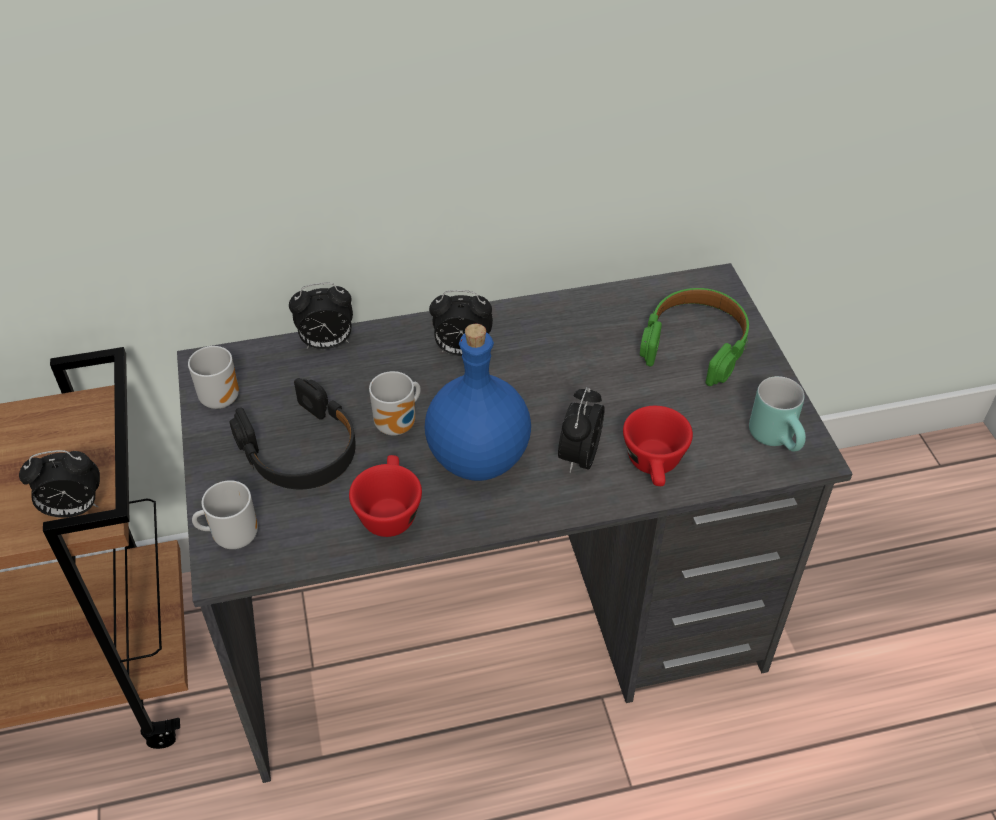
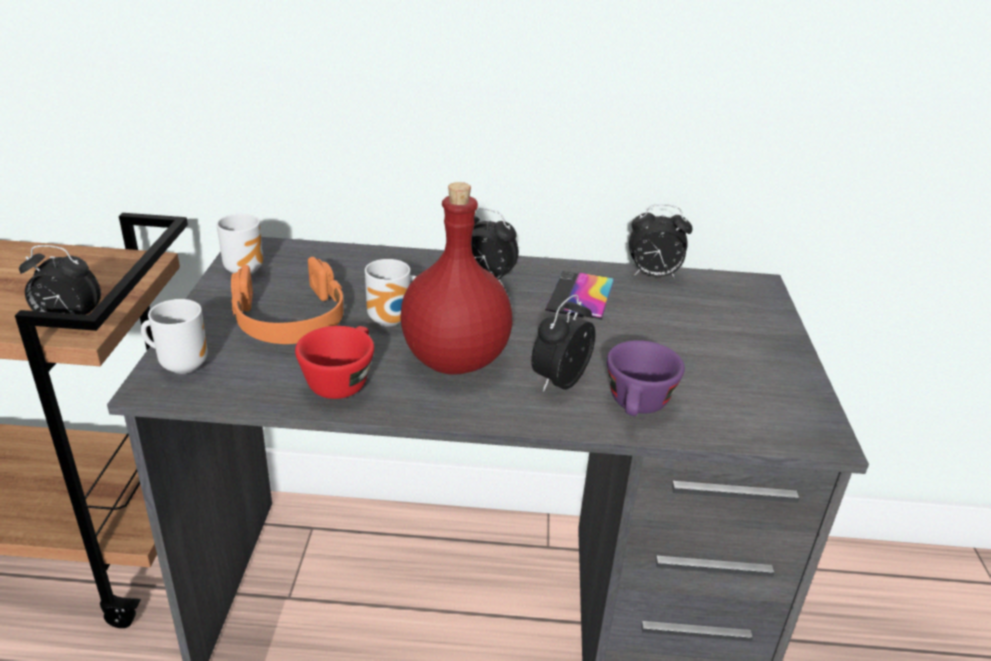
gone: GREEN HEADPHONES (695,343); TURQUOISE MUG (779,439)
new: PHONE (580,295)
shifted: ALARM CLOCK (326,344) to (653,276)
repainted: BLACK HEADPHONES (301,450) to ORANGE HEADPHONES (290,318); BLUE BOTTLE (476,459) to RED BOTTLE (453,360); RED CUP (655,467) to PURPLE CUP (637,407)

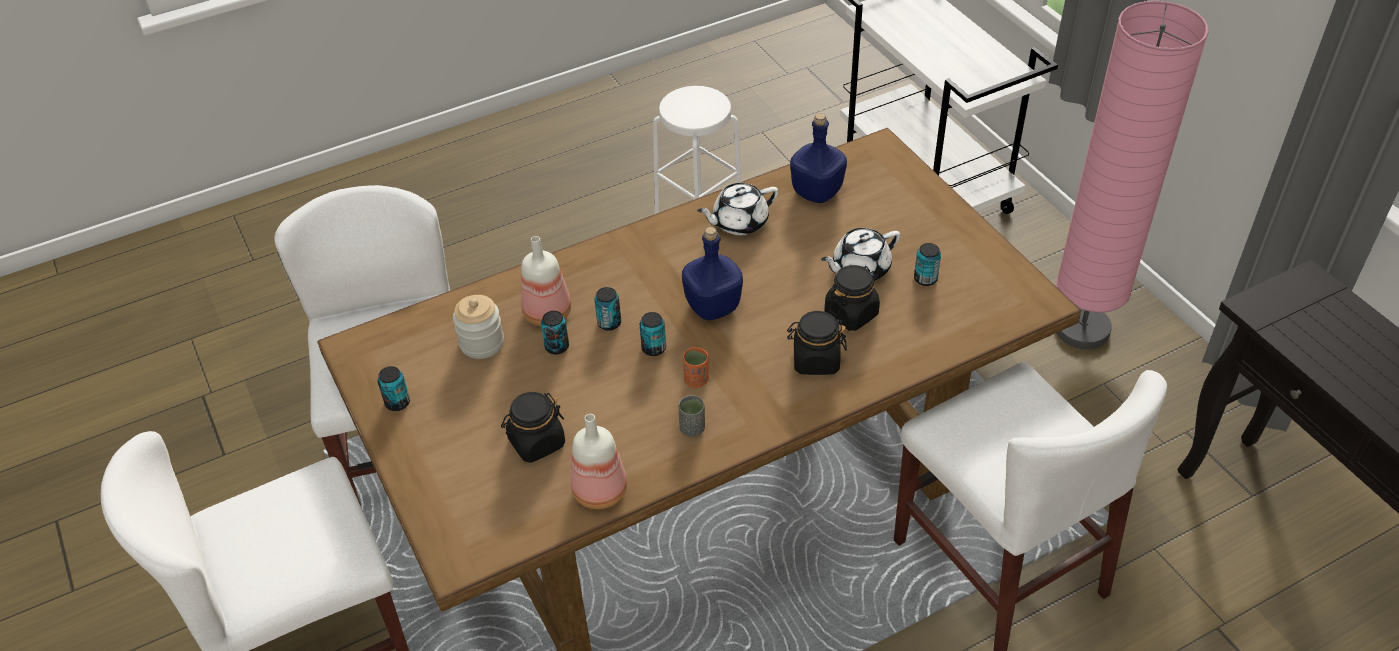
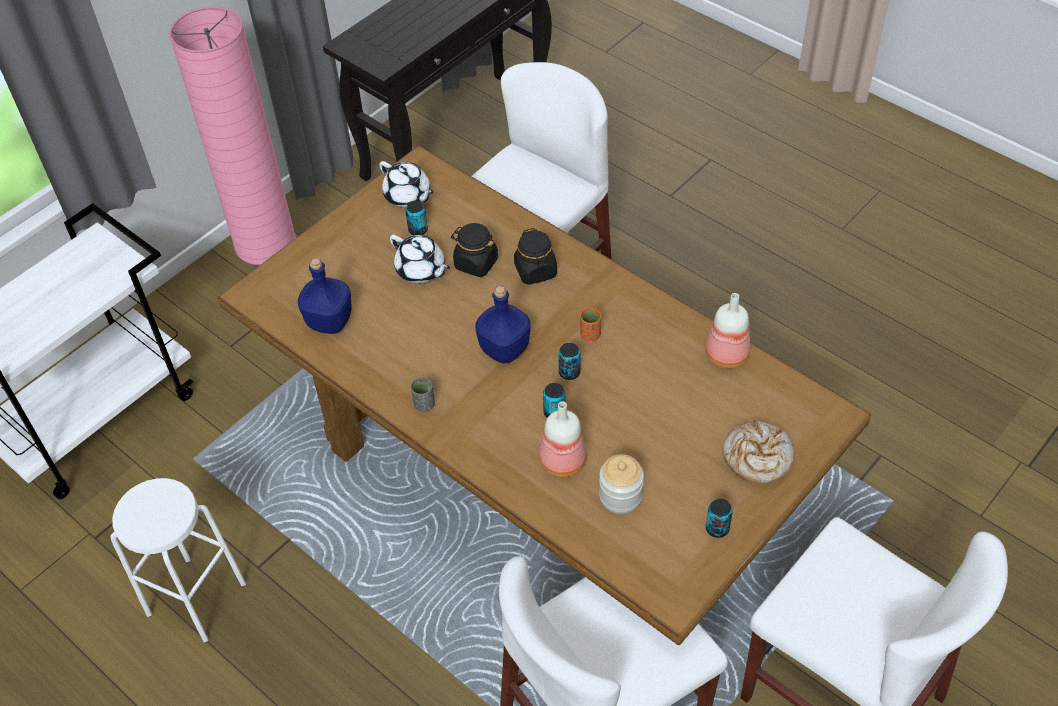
gone: BLACK JAR (536,442); CAN (557,347)
new: BREAD (756,458)
shifted: GREY CUP (692,428) to (424,404); WHITE TEAPOT (739,222) to (408,196)

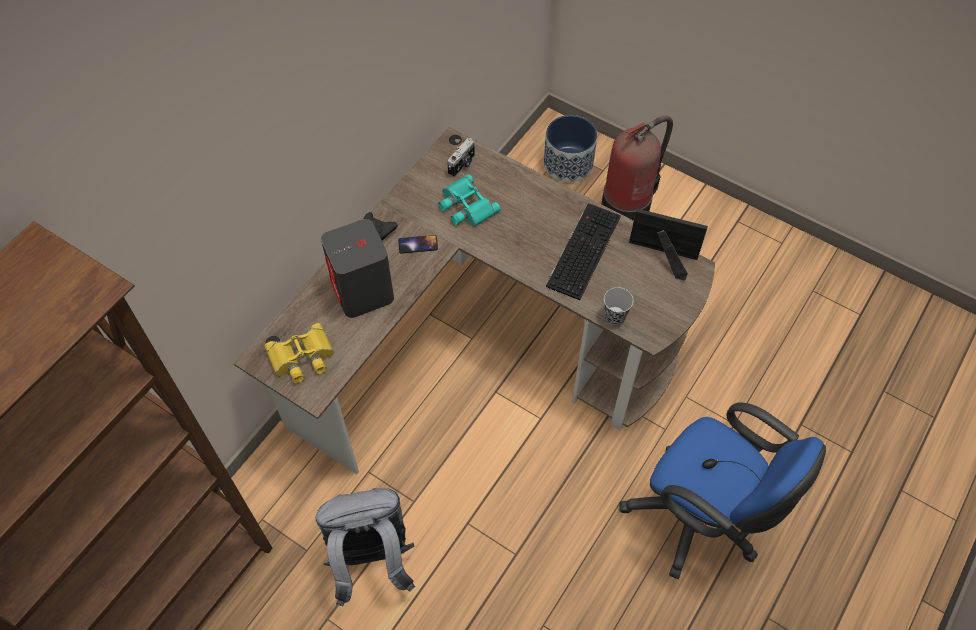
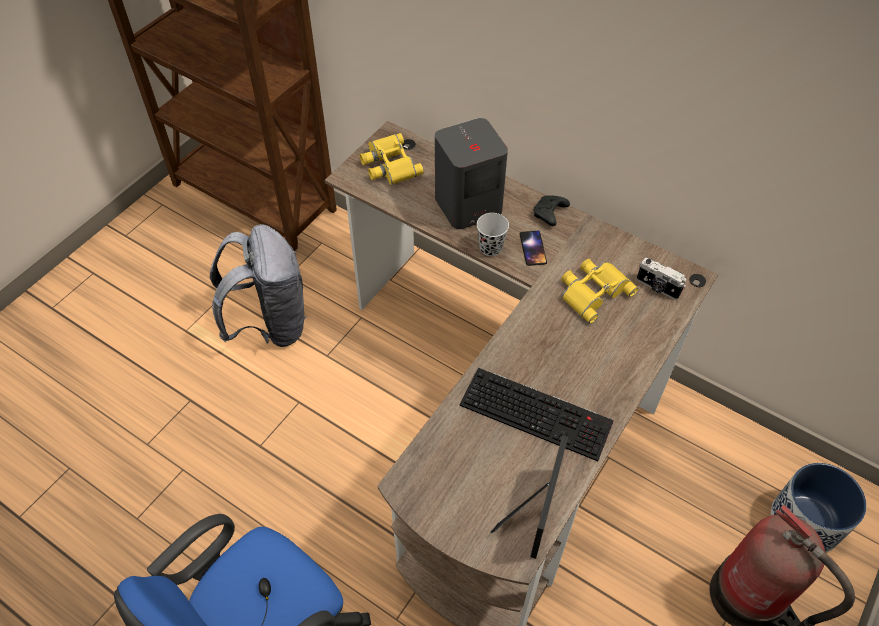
shifted: BLACK CUP (614,316) to (490,248)
repainted: TURQUOISE BINOCULARS (465,206) to YELLOW BINOCULARS (593,291)

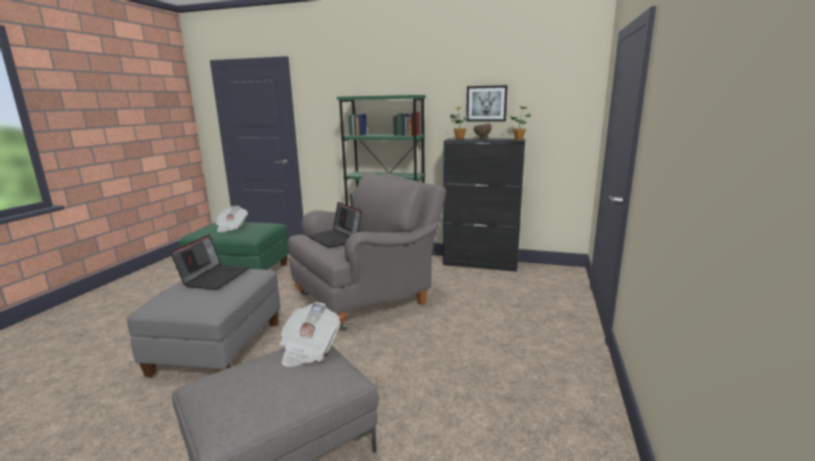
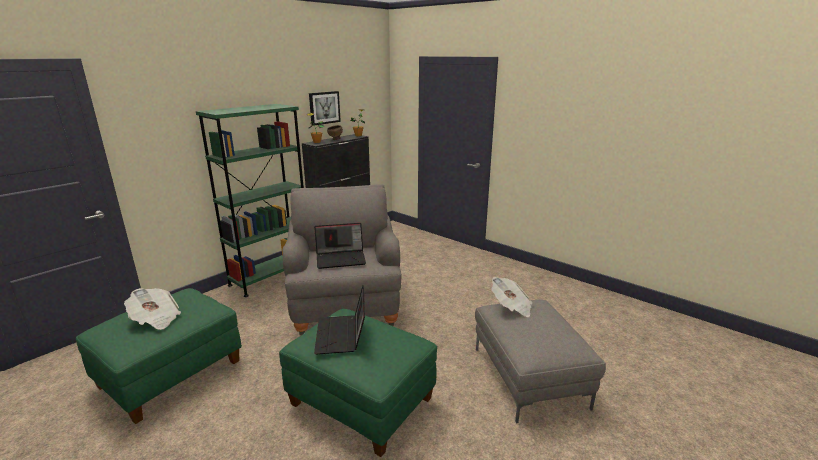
repainted: GREY OTTOMAN (218,348) to GREEN OTTOMAN (361,402)
rotated: LAPTOP (215,277) = (342,335) 135 degrees counterclockwise

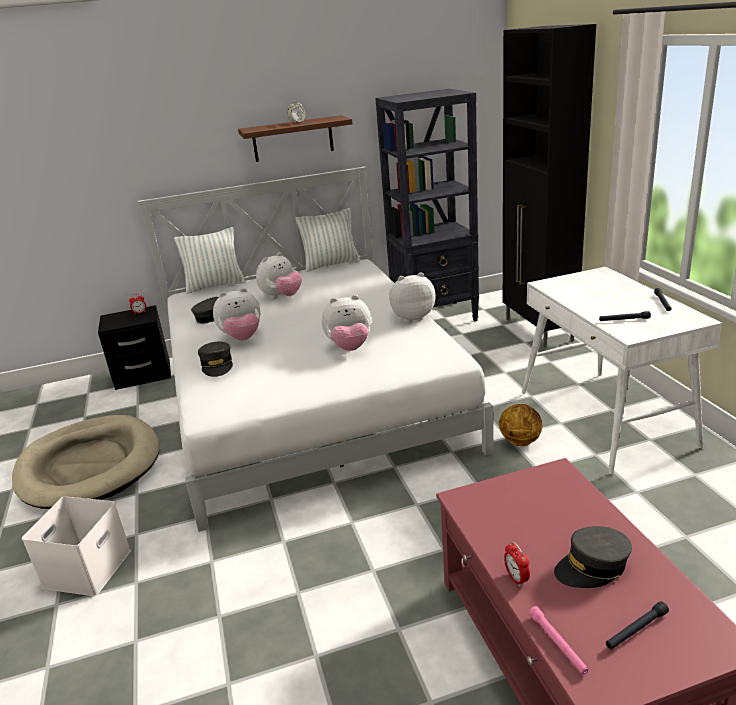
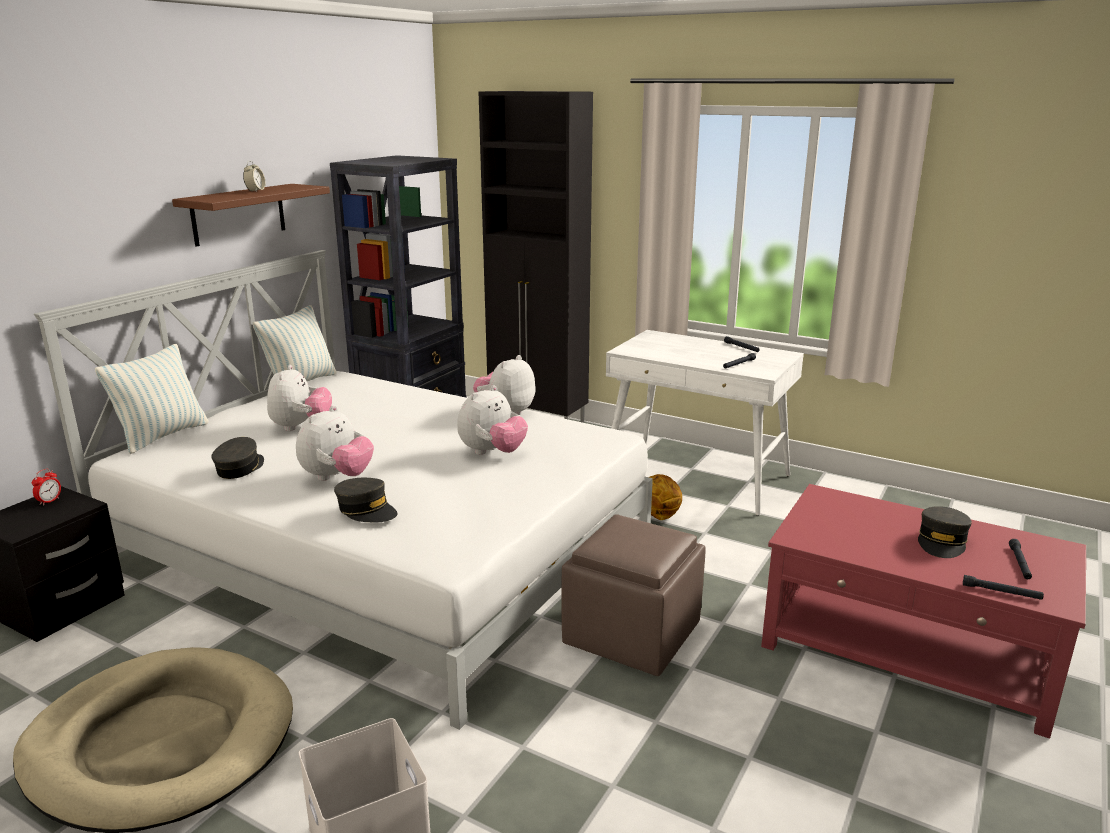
gone: ALARM CLOCK (516,578)
new: BROWN OTTOMAN (631,633)
repainted: PINK FLASHLIGHT (557,644) to BLACK FLASHLIGHT (1001,592)

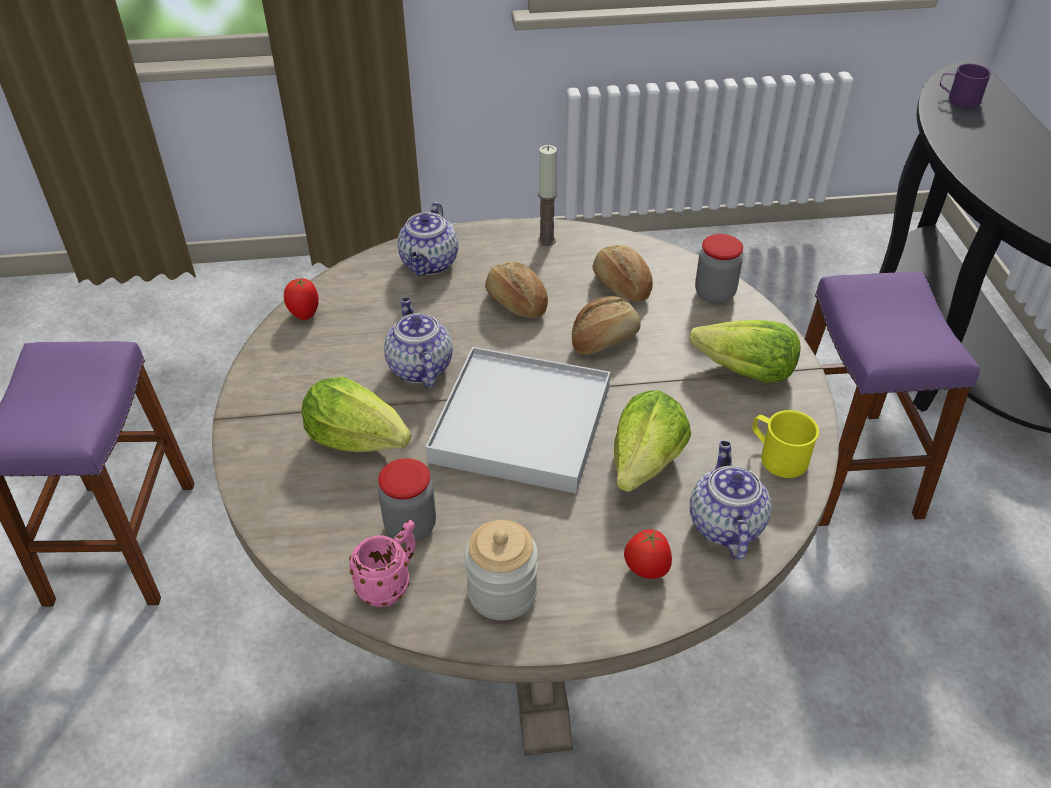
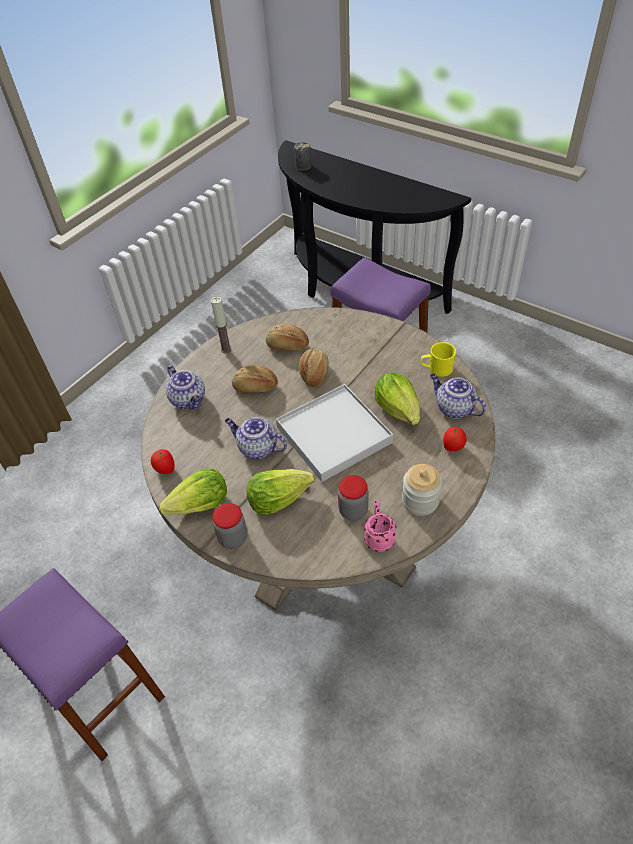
shifted: LETTUCE (744,371) to (200,506); JAR (714,294) to (233,538)
swapped: PURPLE MUG (958,99) to CAN (303,166)

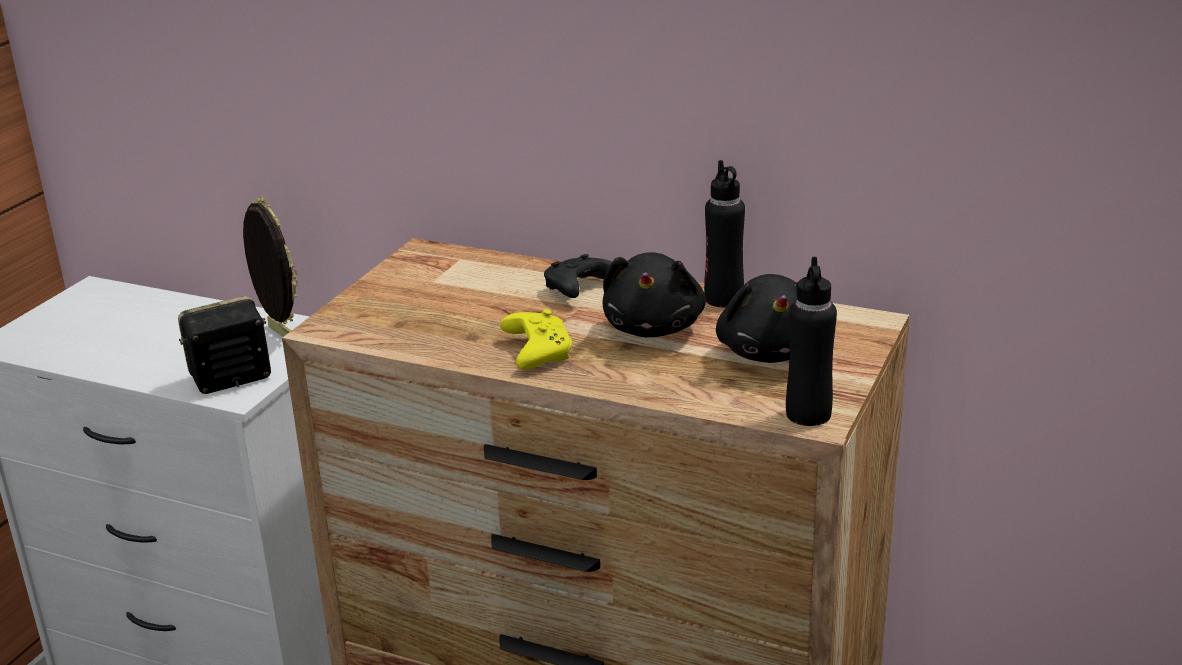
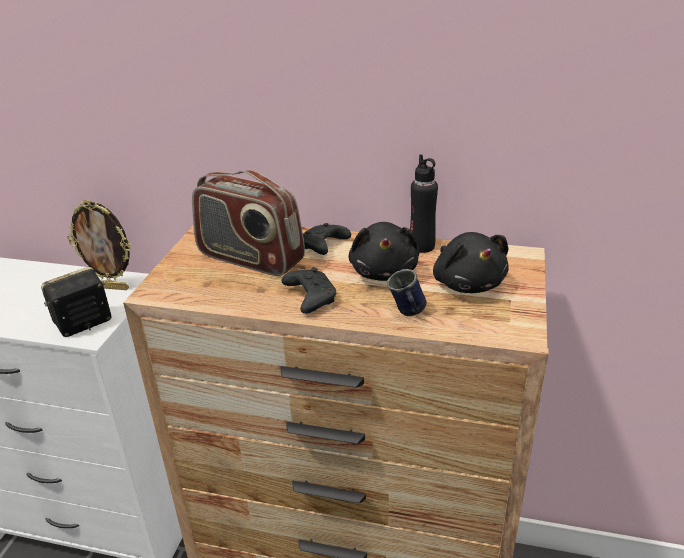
gone: BLACK BOTTLE (808,414)
new: RADIO (250,258); BLUE MUG (408,314)
repainted: YELLOW GAME CONTROLLER (536,351) to BLACK GAME CONTROLLER (309,297)
rotated: PICTURE FRAME (279,335) = (112,287) 150 degrees clockwise

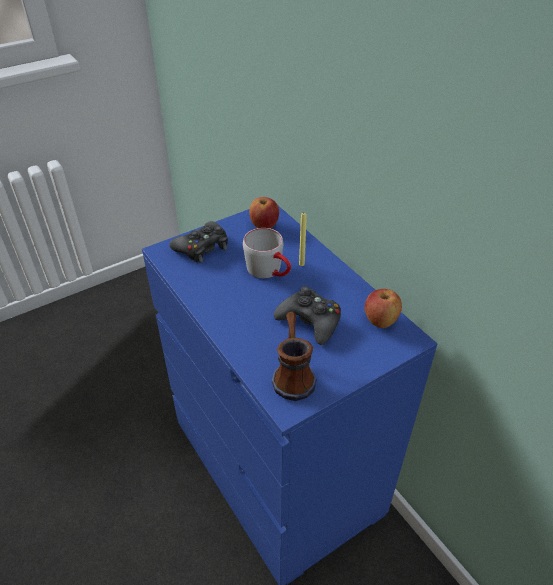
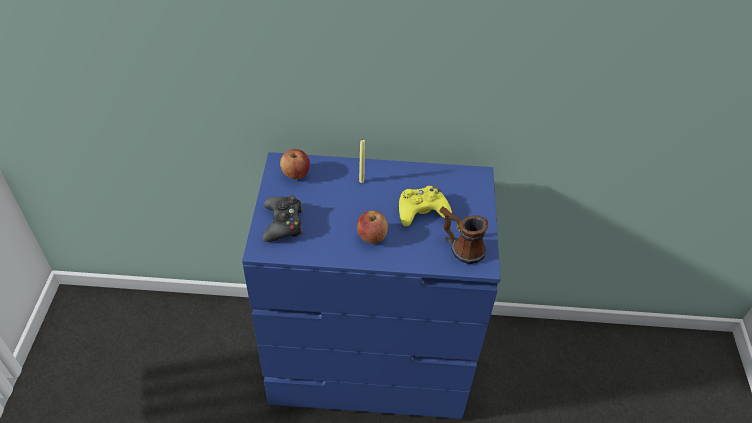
gone: GREY MUG (270,271)
shifted: APPLE (380,321) to (371,237)
repainted: BLACK GAME CONTROLLER (310,321) to YELLOW GAME CONTROLLER (422,211)

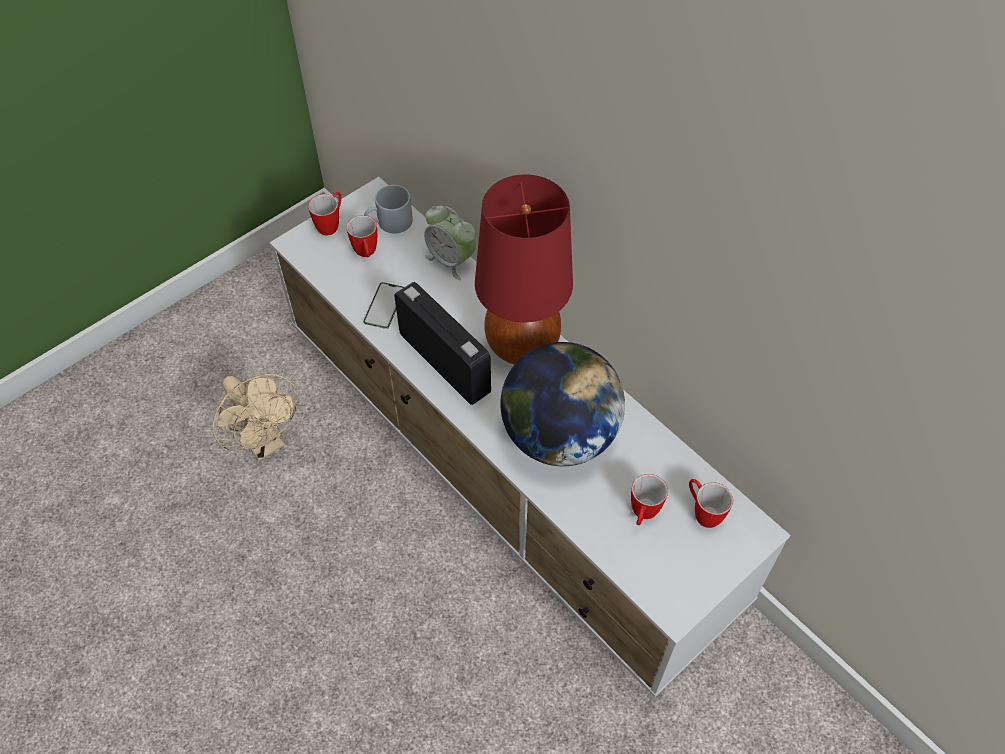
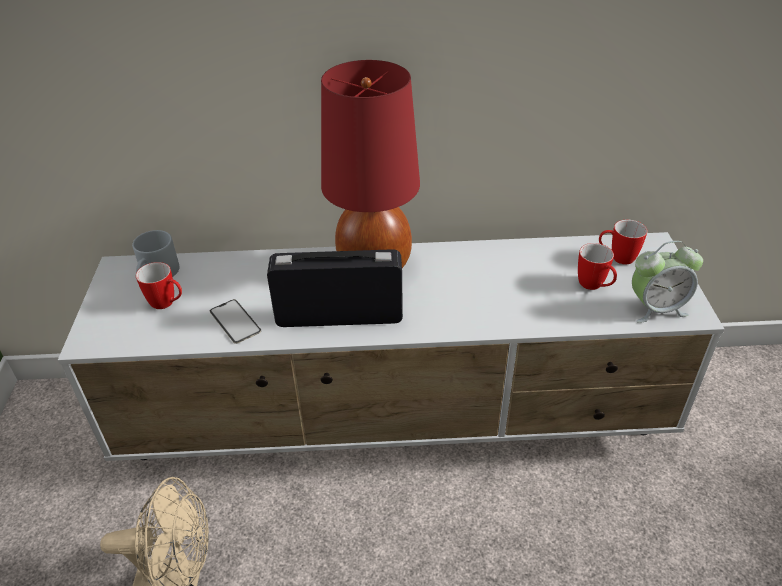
gone: MUG (331,224); GLOBE (559,436)
shifted: ALARM CLOCK (451,260) to (656,308)

